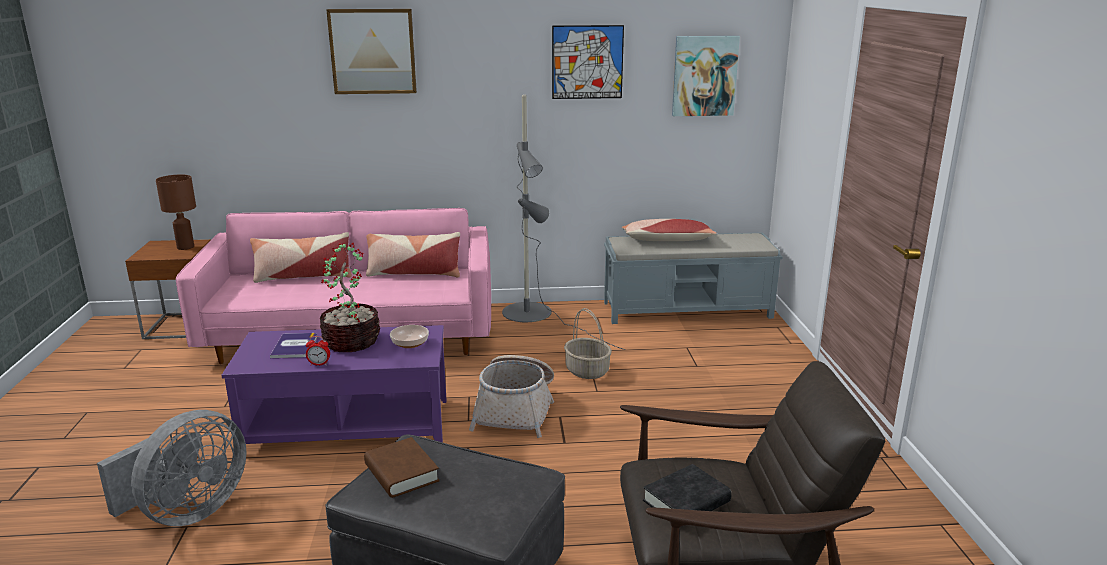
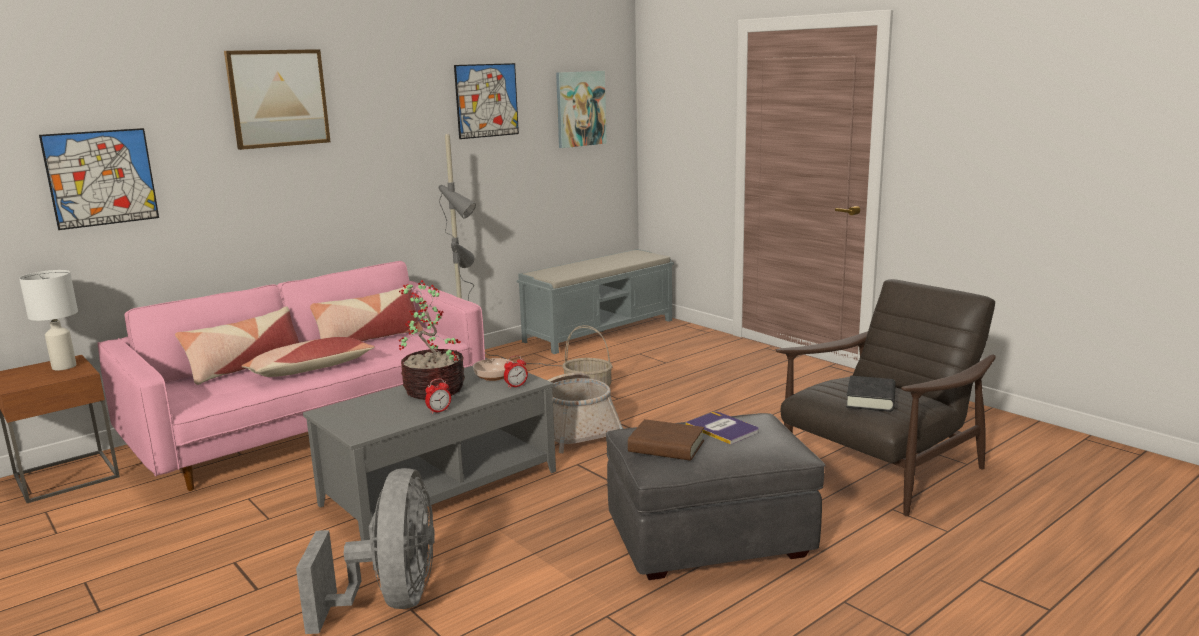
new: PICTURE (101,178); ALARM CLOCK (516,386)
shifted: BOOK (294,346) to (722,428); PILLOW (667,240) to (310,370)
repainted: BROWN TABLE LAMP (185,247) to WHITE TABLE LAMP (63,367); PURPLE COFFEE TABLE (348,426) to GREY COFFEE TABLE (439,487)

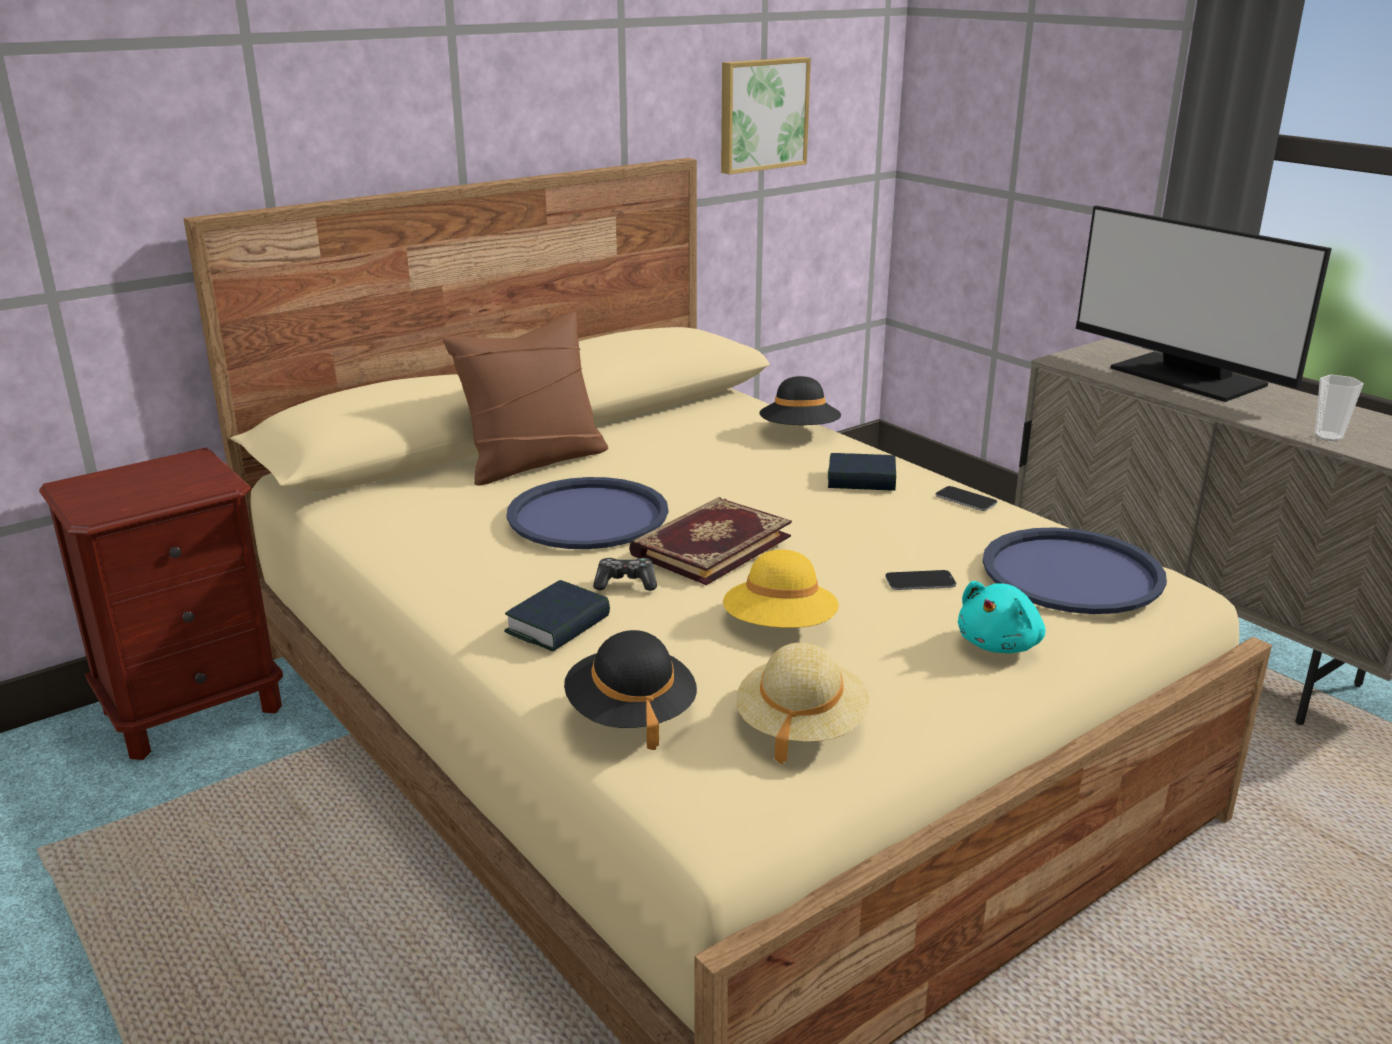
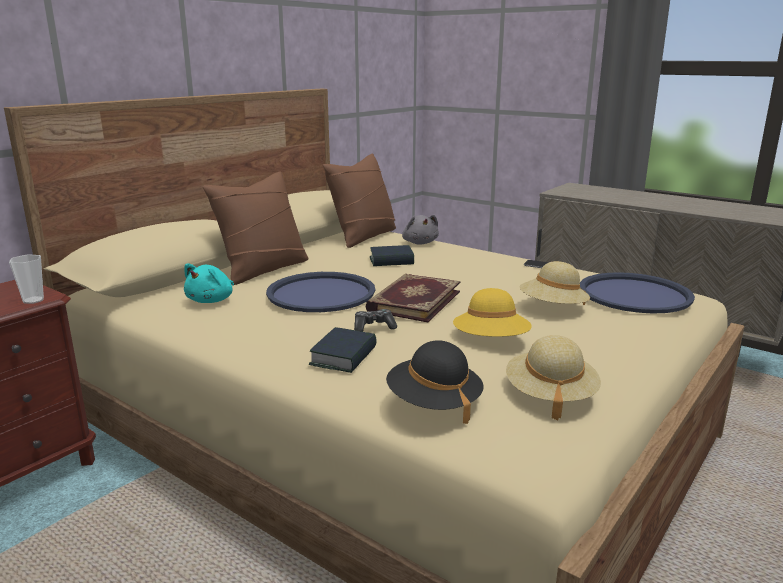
gone: PICTURE (761,114); MONITOR (1185,377)
new: BROWN PILLOW (363,236)
shifted: BOOK (861,480) to (391,261); TURQUOISE PLUSH TOY (1000,644) to (212,300); CUP (1328,436) to (33,300)
swapped: BLACK HAT (799,433) to GREY PLUSH TOY (420,243); PHONE (920,582) to BEIGE HAT (552,308)

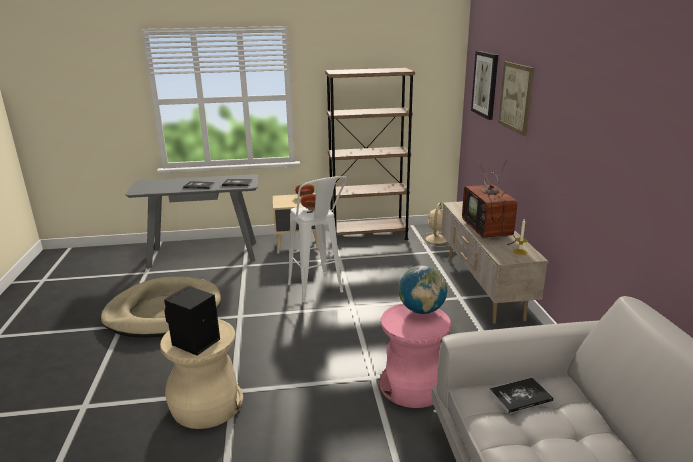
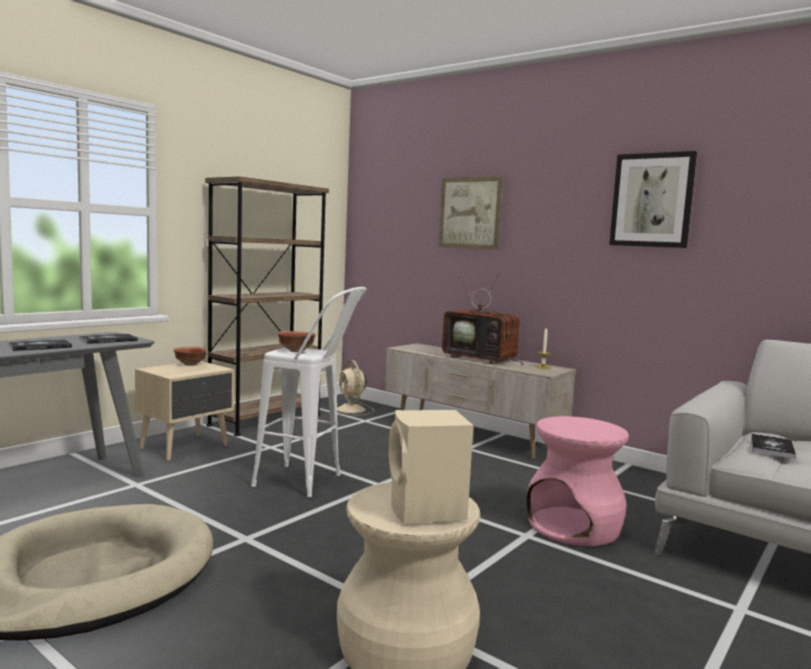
gone: GLOBE (421,310)
shifted: PICTURE (485,84) to (652,200)
repainted: BLACK SPEAKER (194,343) to BEIGE SPEAKER (427,511)

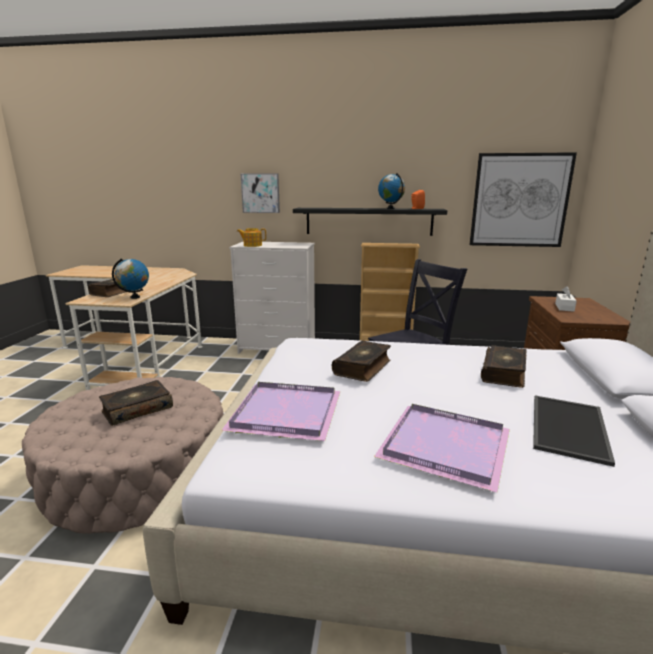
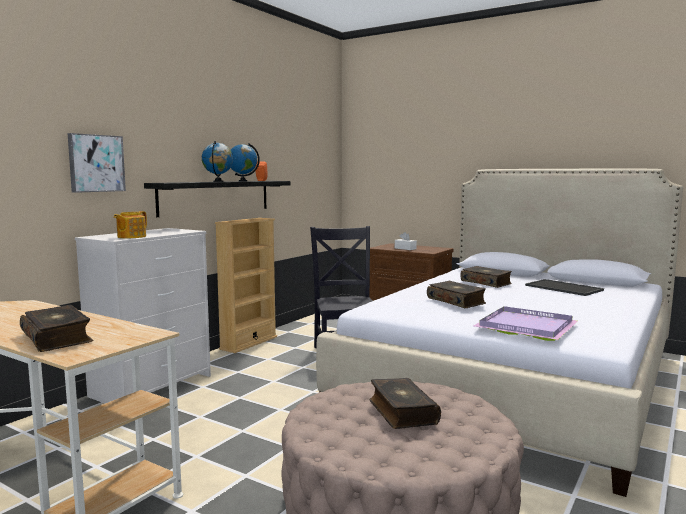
gone: PURPLE TRAY (442,447); PICTURE (519,200)
shifted: GLOBE (135,297) to (218,181)

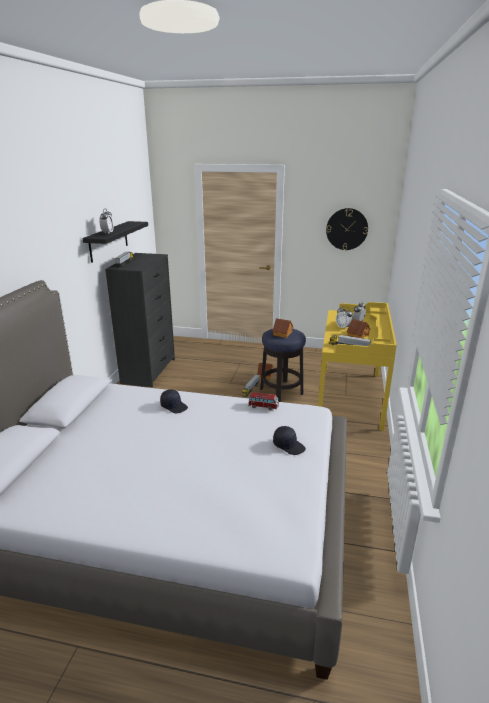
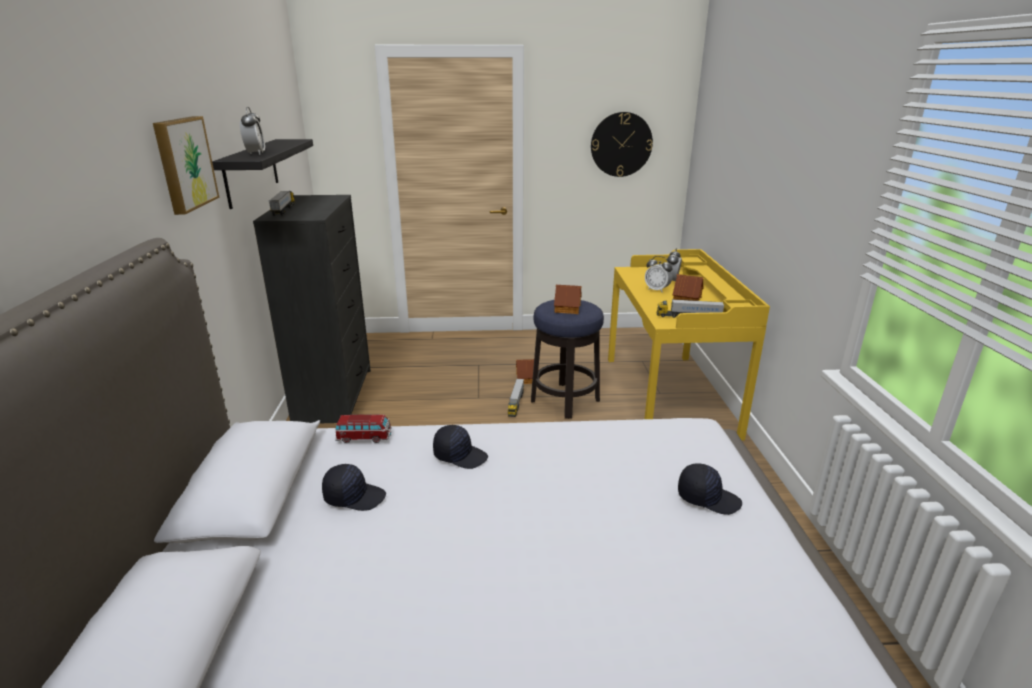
new: PICTURE (183,163); BLACK CAP (354,496)
shifted: TOY CAR (263,406) to (364,437)

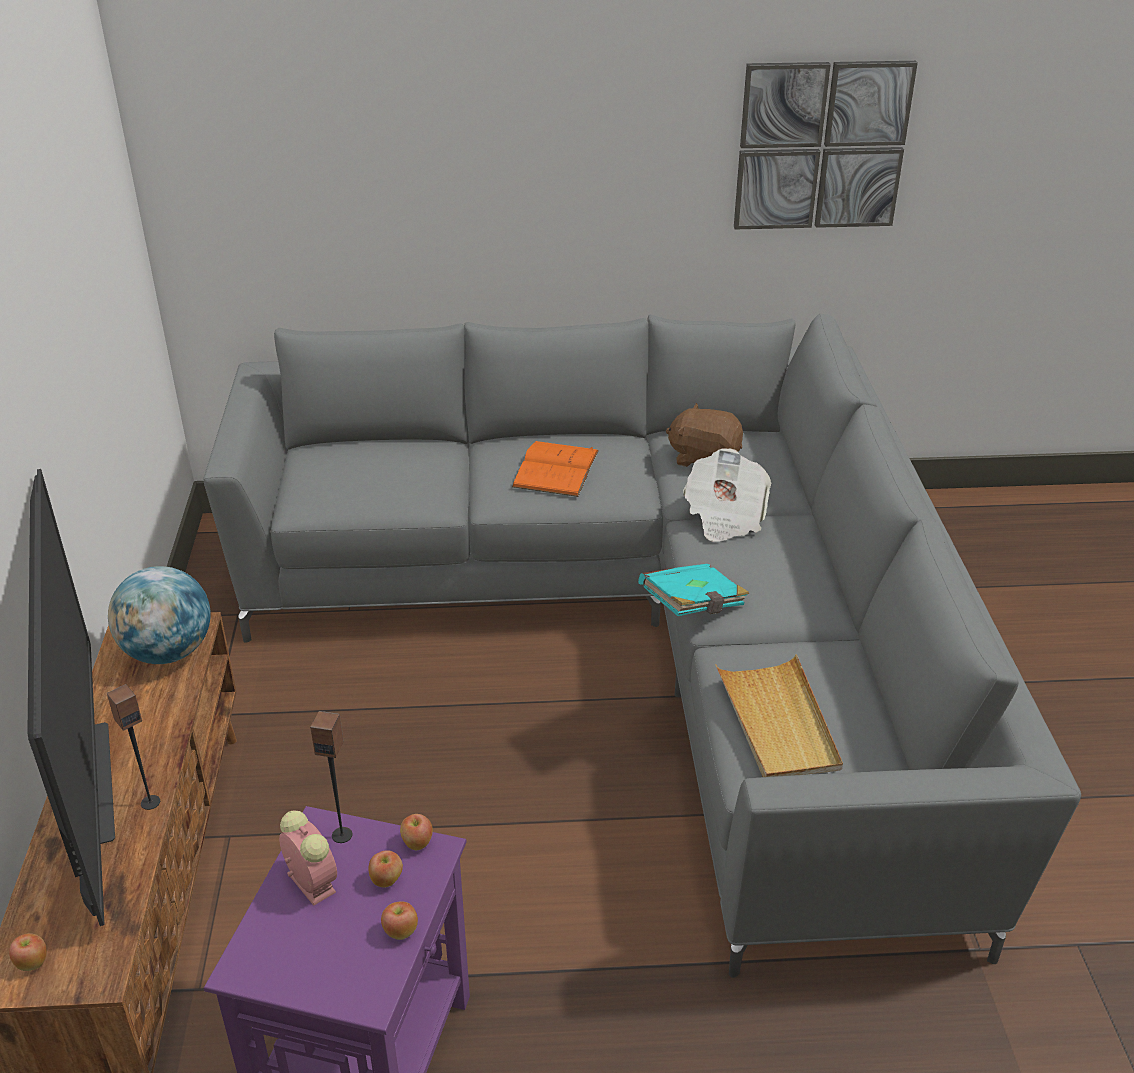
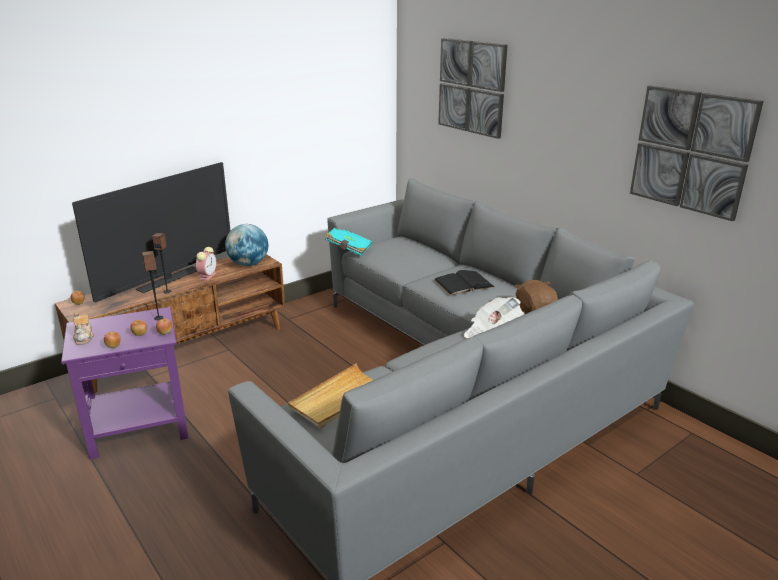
new: TEAPOT (84,338); PICTURE (471,87)
shifted: ALARM CLOCK (310,882) to (207,276); TURQUOISE BOOK (693,606) to (348,249)
repainted: ORANGE BOOK (556,468) to BLACK BOOK (464,283)

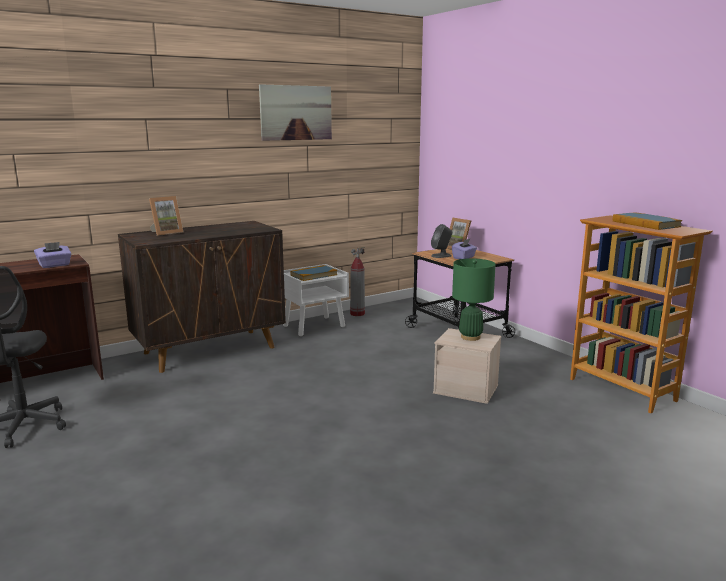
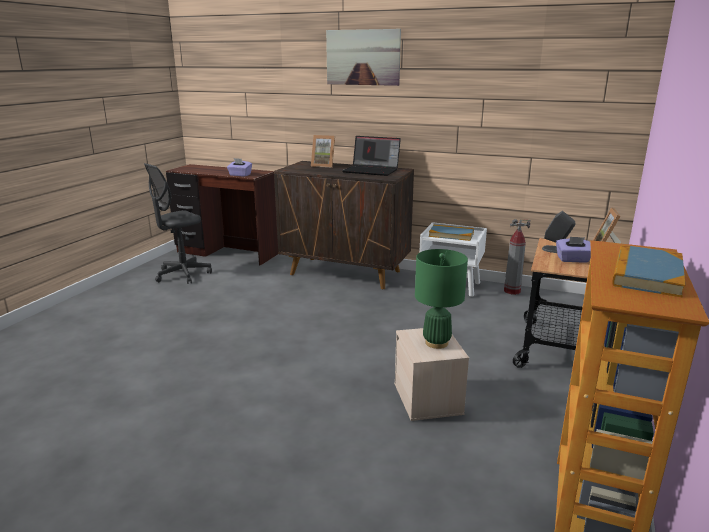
new: LAPTOP (372,171)
shifted: PICTURE (296,113) to (363,57)

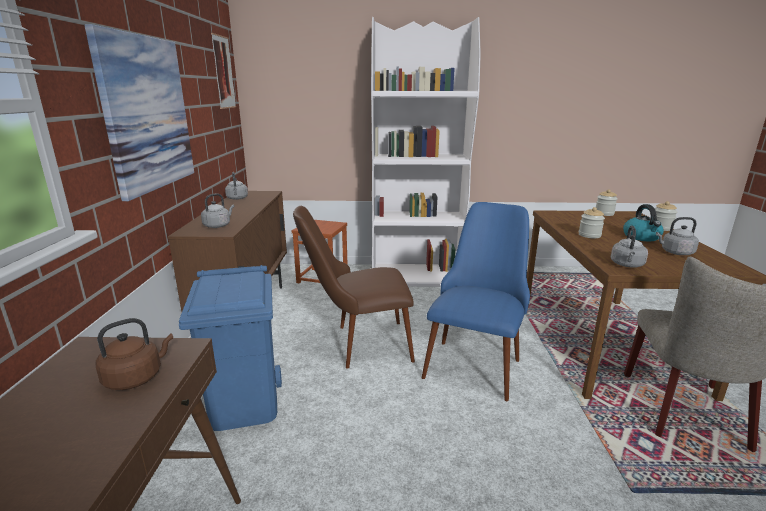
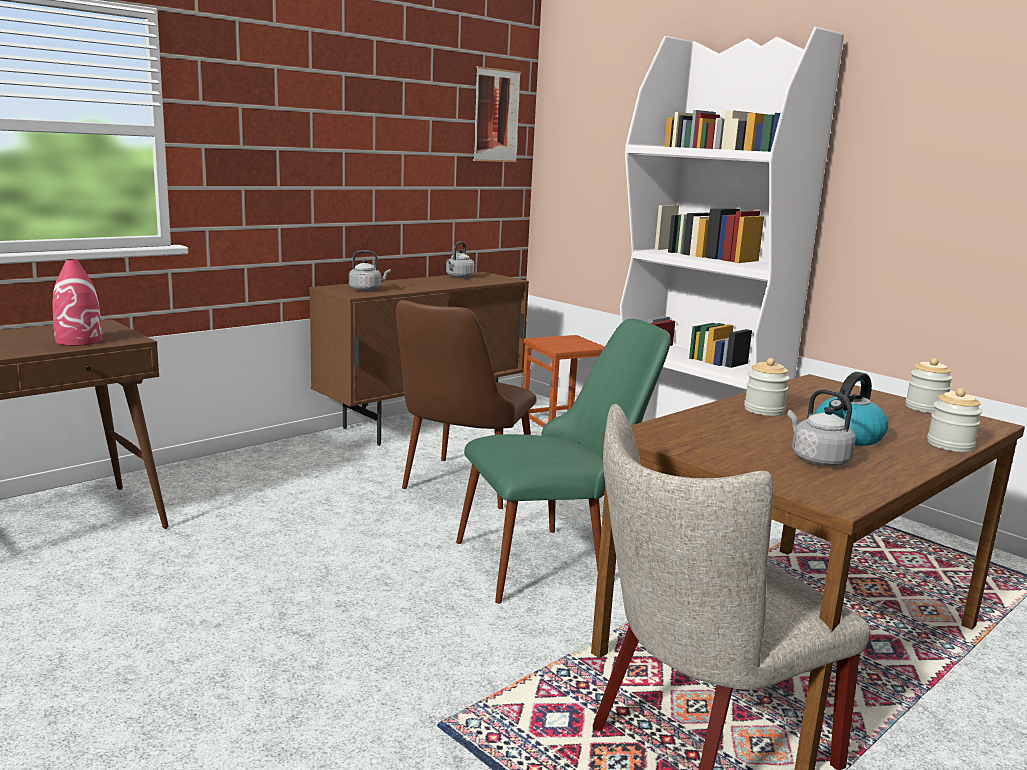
gone: PICTURE (147,114); BLUE TRASH CAN (245,404); GREY KETTLE (627,265)
swapped: BROWN KETTLE (136,377) to RED VASE (79,340)
repainted: BLUE CHAIR (475,359) to GREEN CHAIR (554,560)
rotated: BROWN CHAIR (358,345) = (460,490) 105 degrees counterclockwise

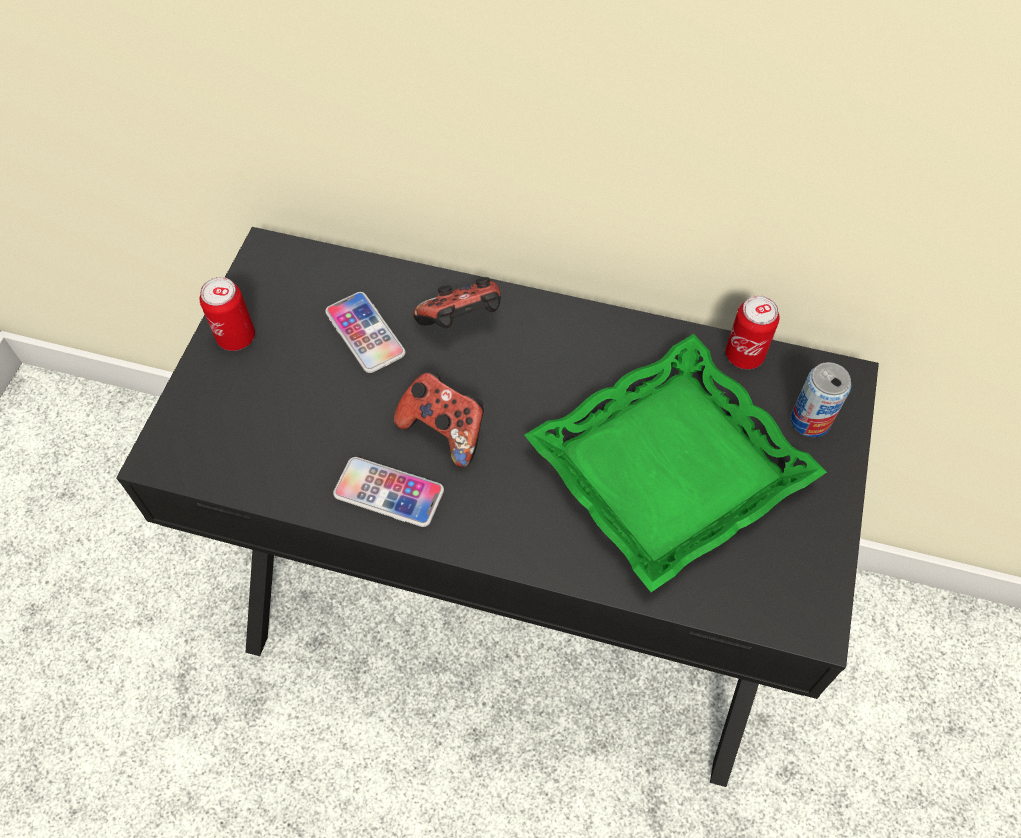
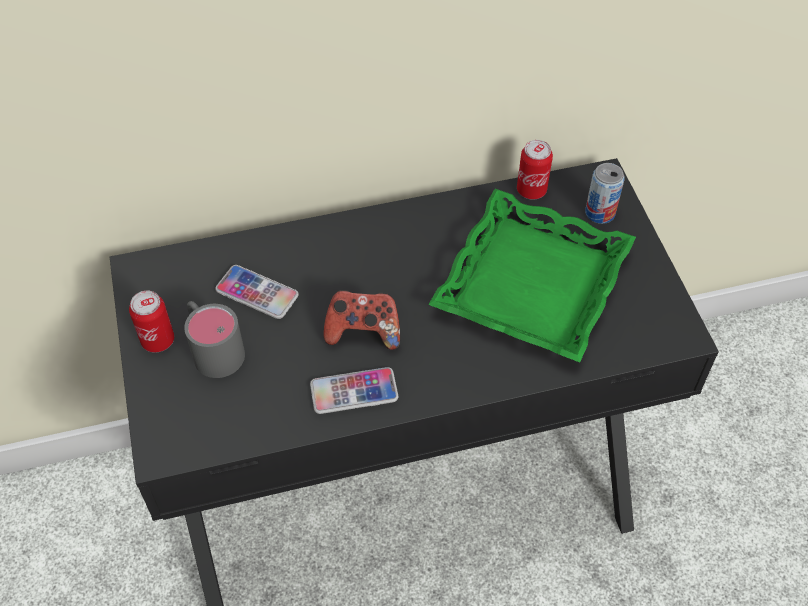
gone: GAME CONTROLLER (462,322)
new: GREY MUG (213,348)

